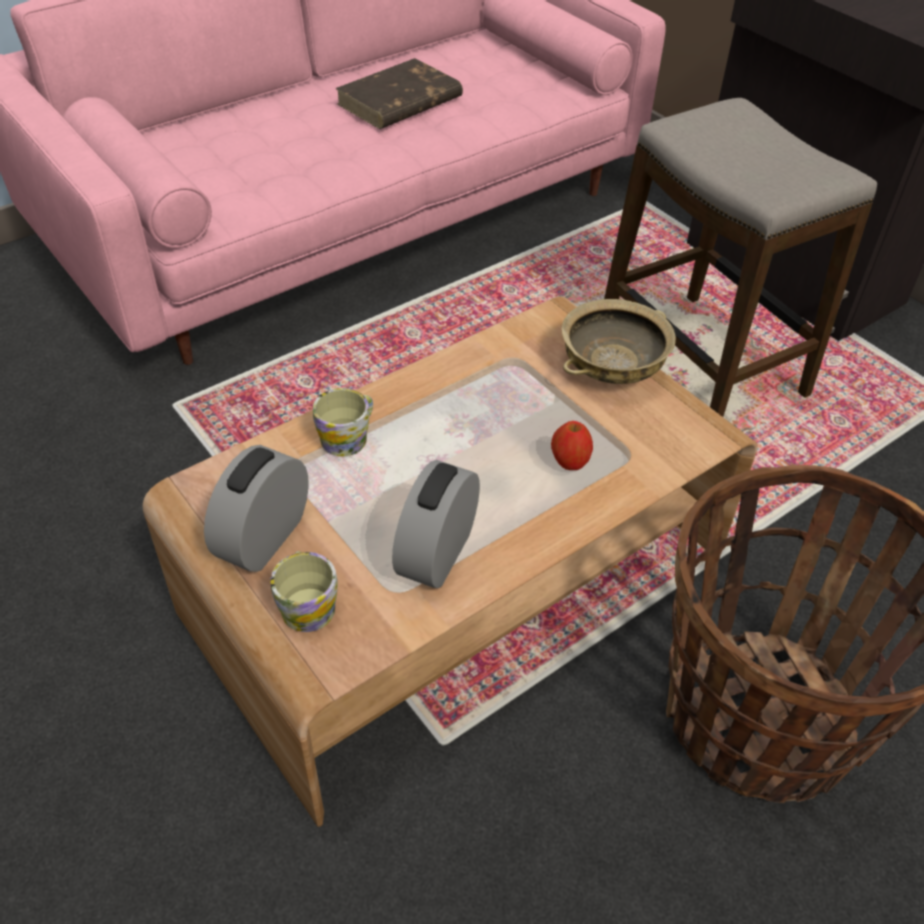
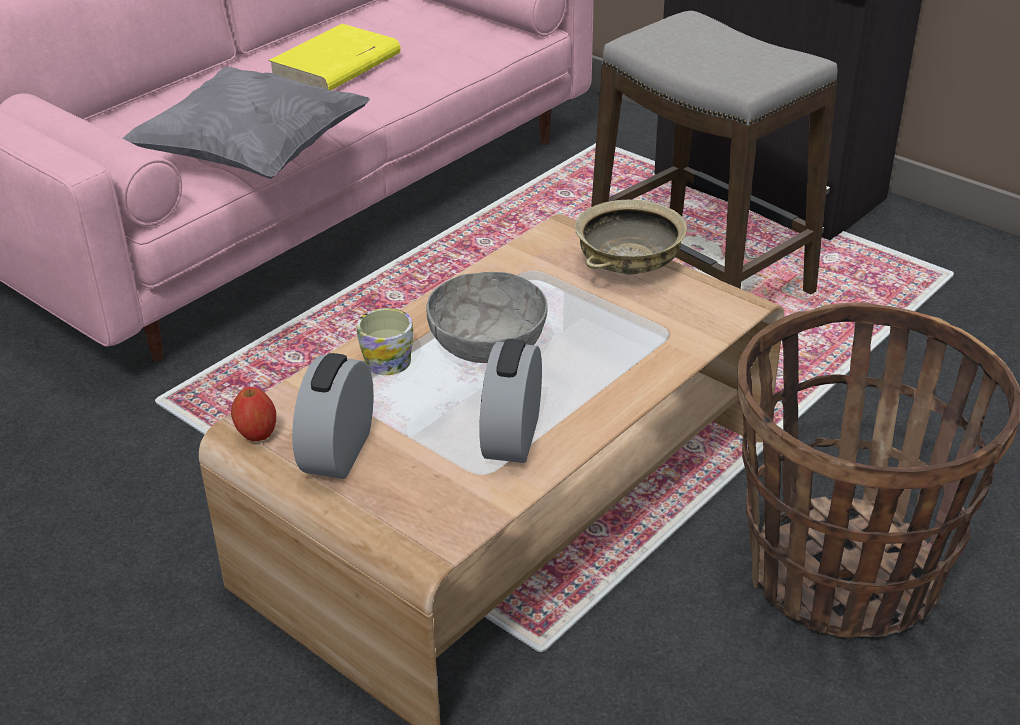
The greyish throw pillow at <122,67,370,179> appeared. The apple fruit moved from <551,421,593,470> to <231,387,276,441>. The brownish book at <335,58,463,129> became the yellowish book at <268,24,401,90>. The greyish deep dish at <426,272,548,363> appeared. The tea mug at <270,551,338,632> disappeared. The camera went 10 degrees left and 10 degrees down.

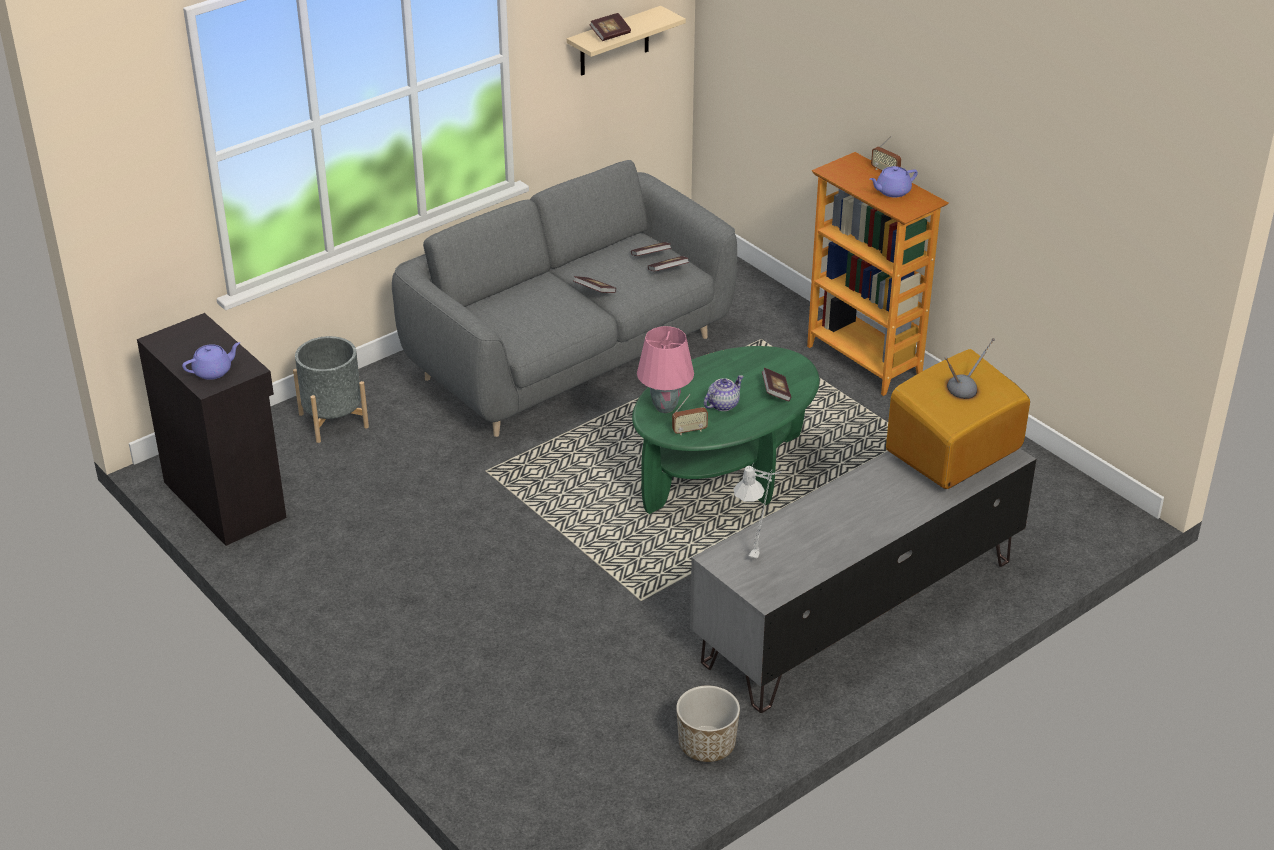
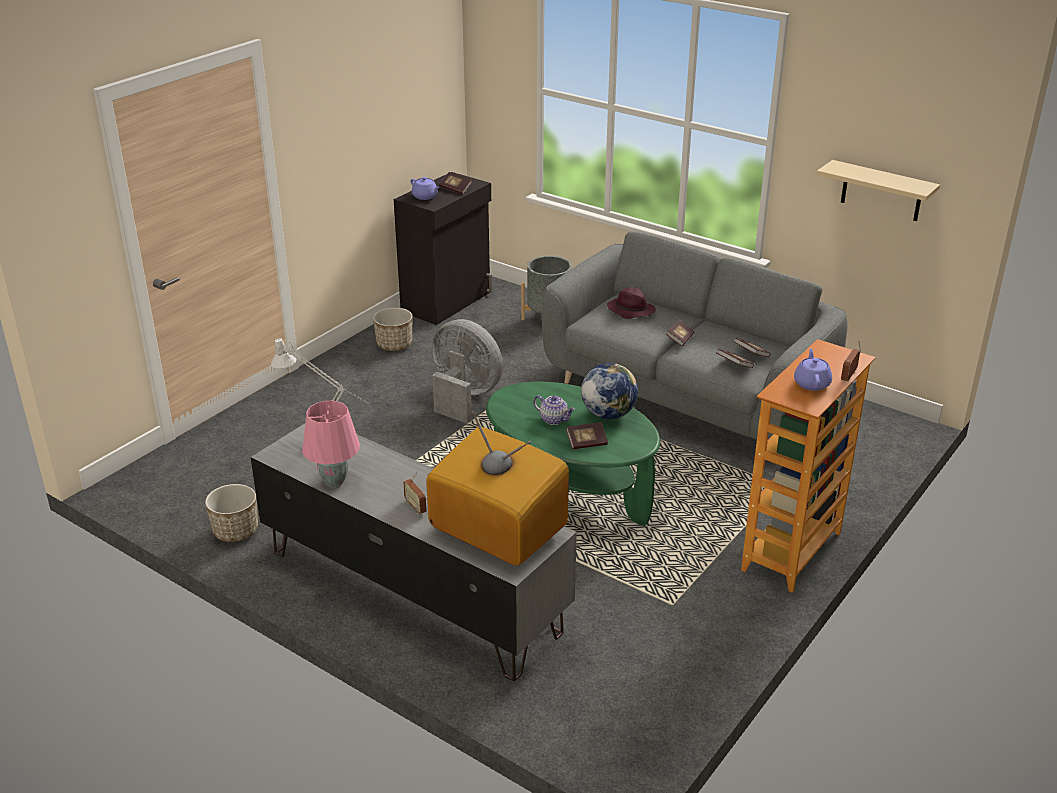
The pink-coloured table lamp moved from <637,326,694,413> to <302,401,360,488>. The plant pot at <373,307,412,351> appeared. The radio receiver moved from <672,394,708,435> to <403,471,427,514>. The greyish electric fan at <432,319,503,424> appeared. The book moved from <589,13,631,41> to <439,172,472,194>. The globe at <581,363,638,419> appeared. The purple-coloured clothing hat at <607,287,656,319> appeared. The purple-coloured pot for tea at <870,166,918,198> turned 45 degrees clockwise. The camera went 75 degrees right and 5 degrees down.

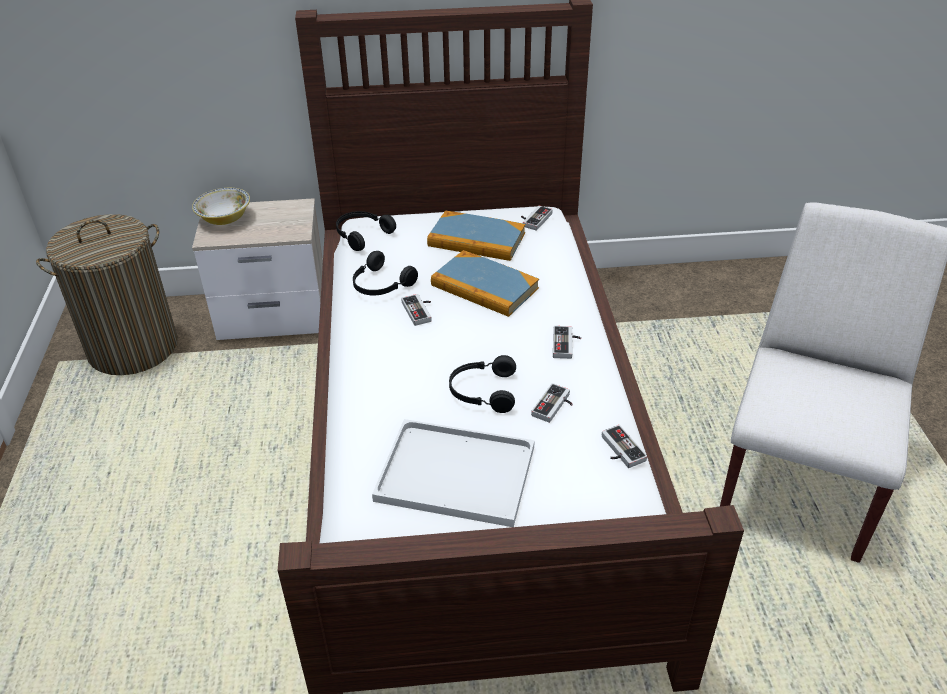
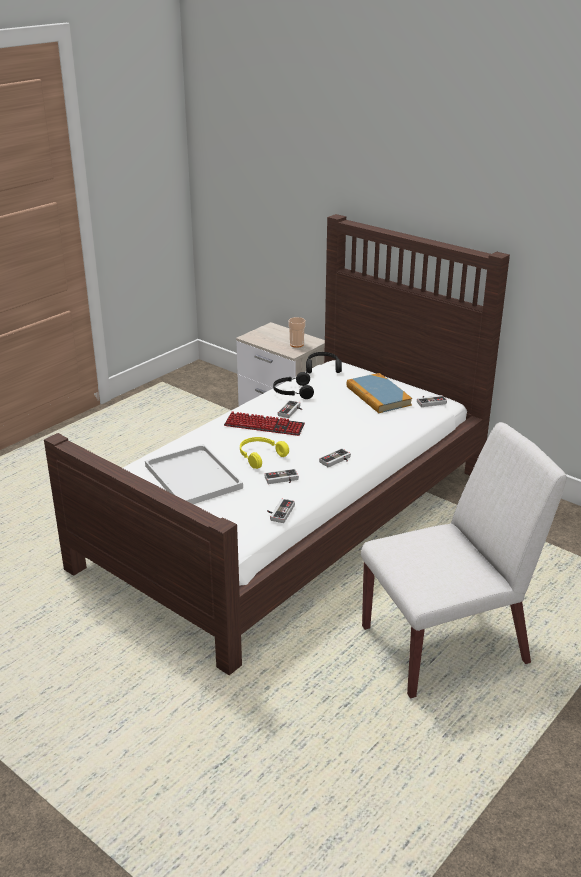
The computer keyboard at <224,412,305,436> appeared. The blackish headphones at <449,355,516,413> became the yellowish headphones at <240,437,289,469>. The drinking cup at <288,317,306,348> appeared. The washing basket at <36,214,178,375> disappeared. The deep dish at <192,188,250,225> disappeared. The book at <431,250,539,317> disappeared. The camera went 45 degrees right and 10 degrees down.

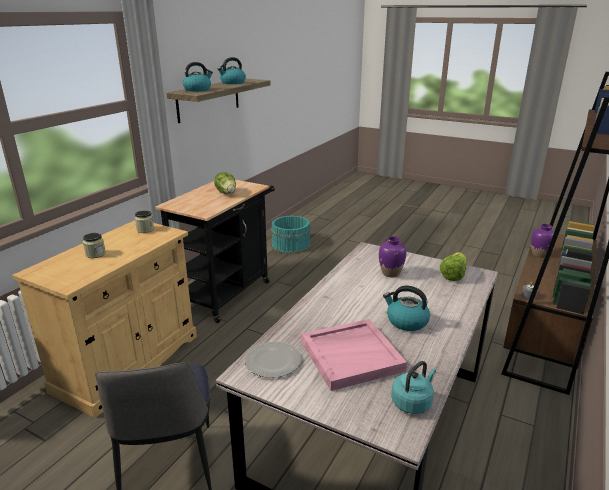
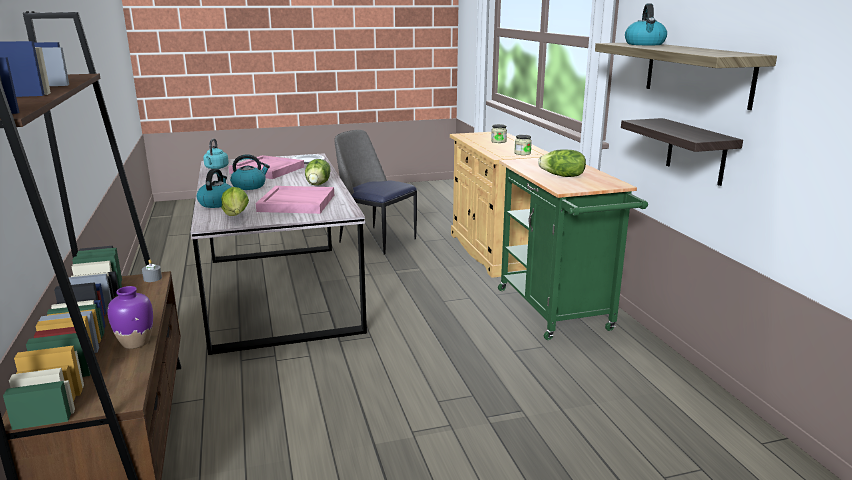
The water kettle moved from <218,57,246,84> to <197,169,231,208>. The purple-coloured flower vase at <379,236,406,277> was replaced by the pink-coloured tray at <256,186,334,214>. The lettuce head at <305,159,331,185> appeared. The blackish trolley at <155,180,275,323> became the greenish trolley at <498,158,648,340>. The bracket shelf at <621,118,743,186> appeared. The blue-green pail at <271,216,311,254> disappeared. The camera went 135 degrees right and 5 degrees down.

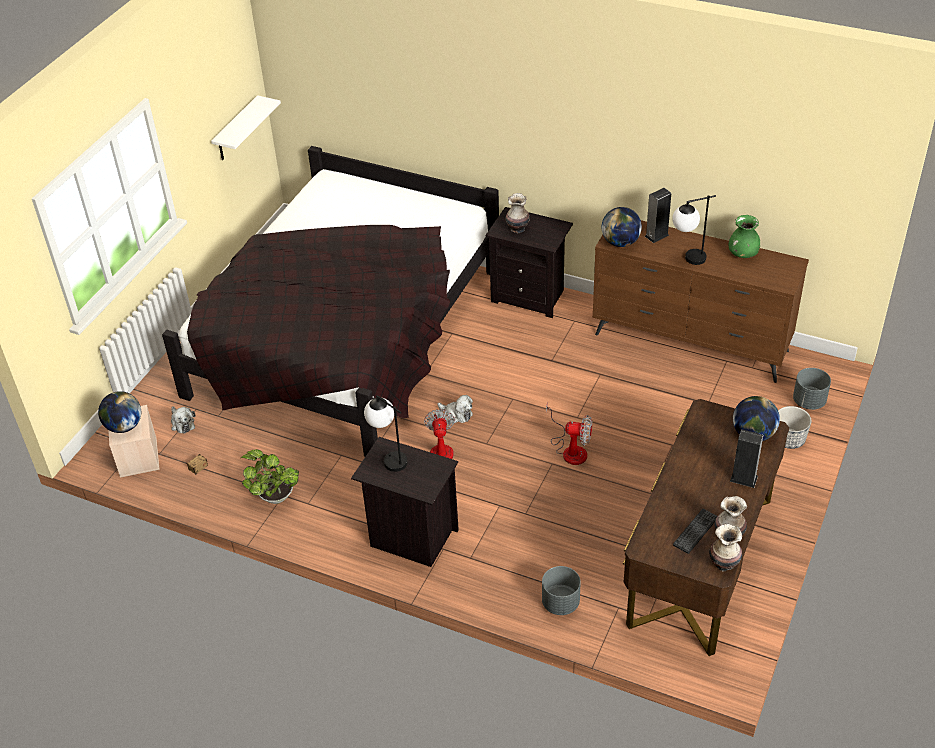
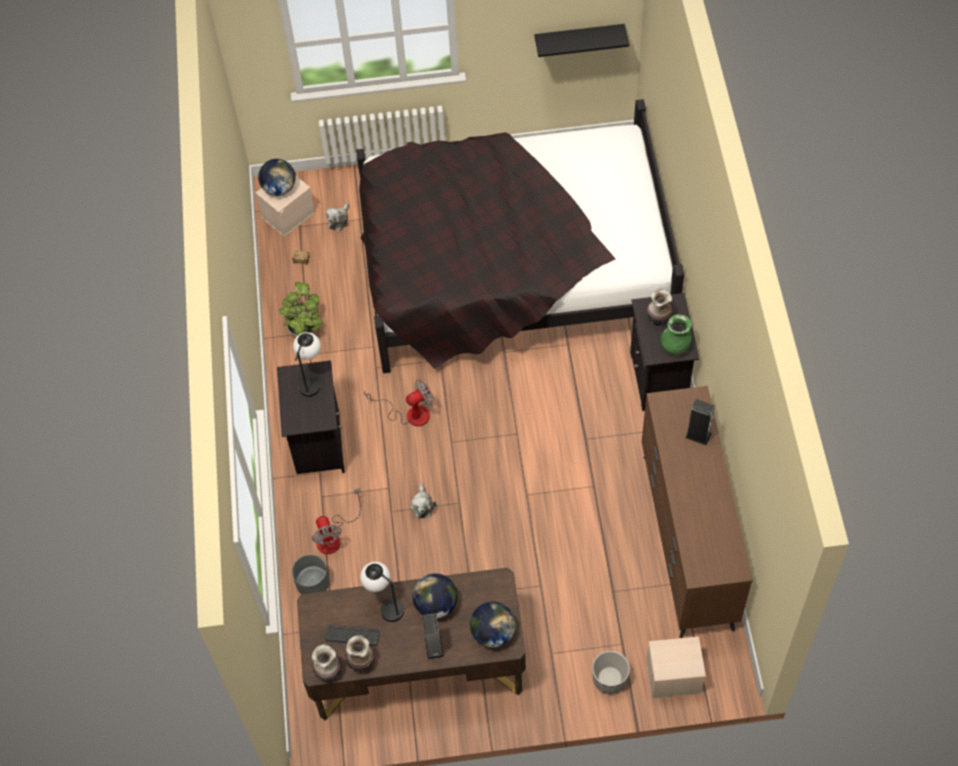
The electric fan moved from <546,402,592,465> to <312,488,361,554>. The table lamp moved from <672,195,716,265> to <360,562,404,622>. The cuddly toy moved from <437,395,473,423> to <410,482,436,518>. The globe moved from <602,207,642,247> to <412,573,458,619>. The white bracket shelf at <211,95,281,160> became the blackish bracket shelf at <534,24,629,57>. The greyish plant pot at <793,368,831,410> was replaced by the beige-coloured storage container at <646,637,706,699>. The greenish flower vase moved from <729,215,760,258> to <660,314,692,355>. The camera went 60 degrees right and 15 degrees up.

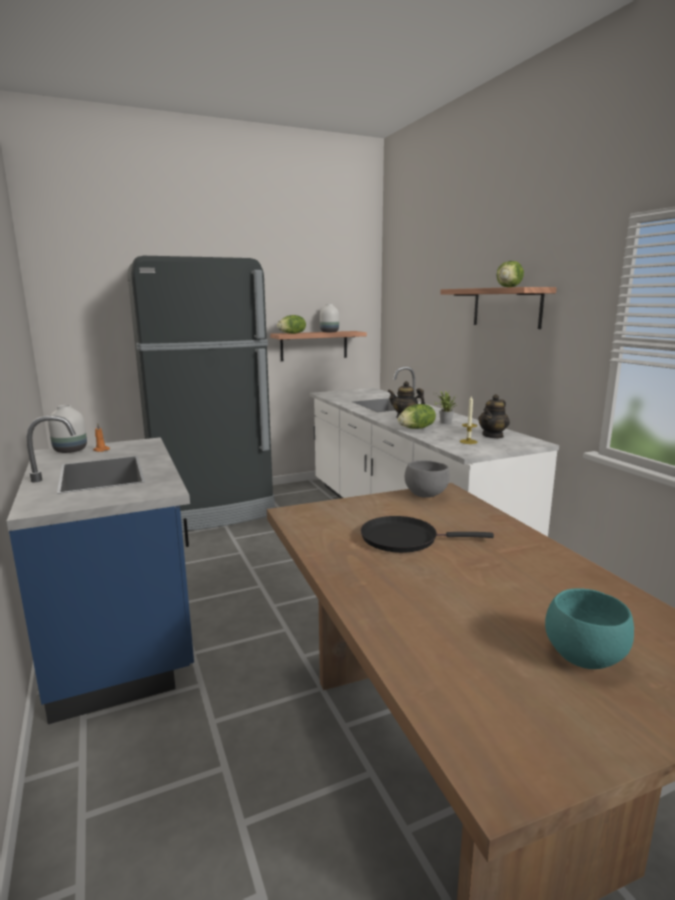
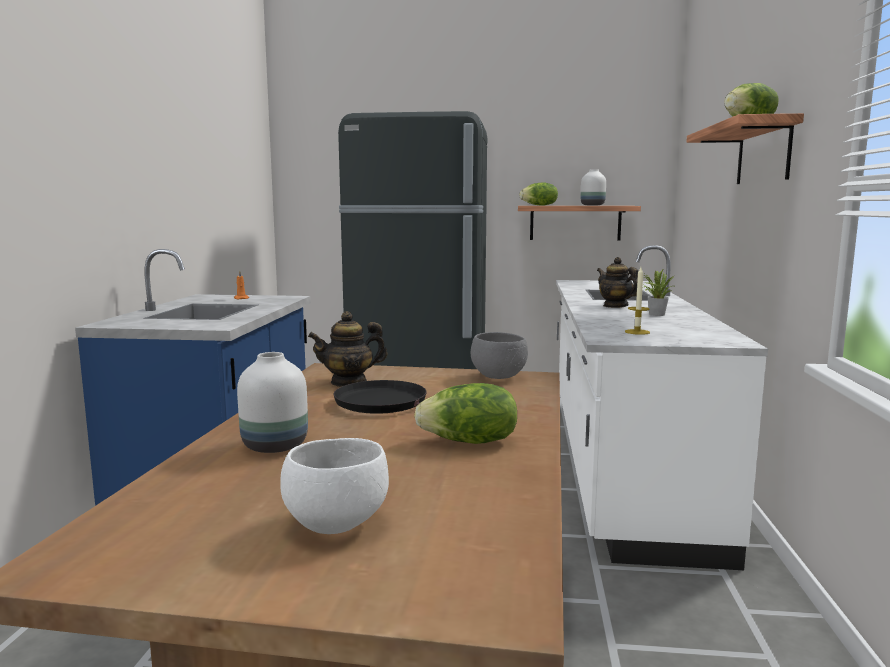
The white flower vase moved from <48,405,87,453> to <237,352,308,453>. The blue-green deep dish at <545,588,634,669> became the white deep dish at <280,438,389,534>. The pot for tea moved from <478,394,510,439> to <308,311,387,387>. The lettuce head moved from <398,404,436,429> to <414,383,517,444>. The camera went 30 degrees right and 5 degrees down.

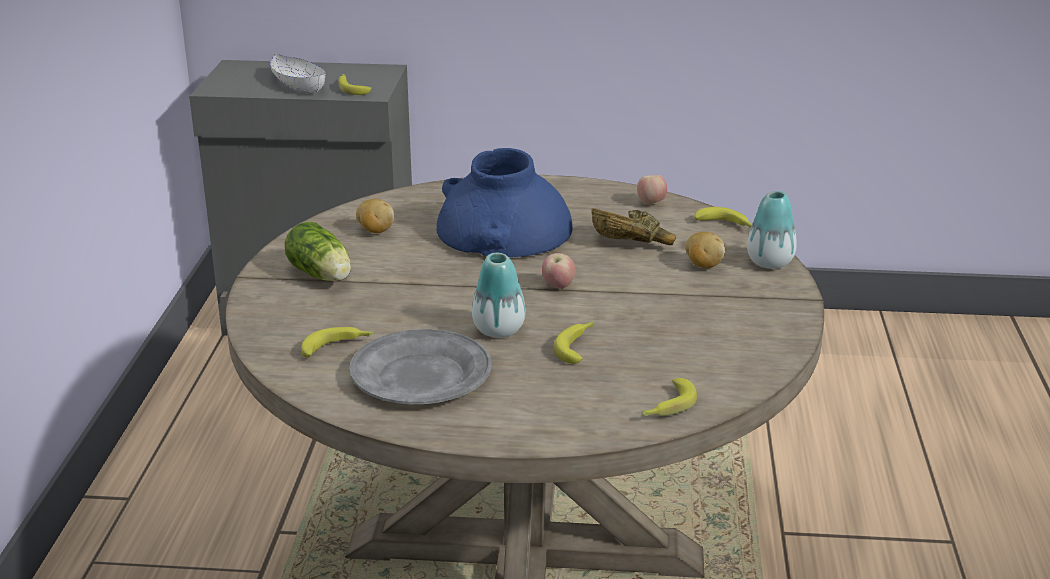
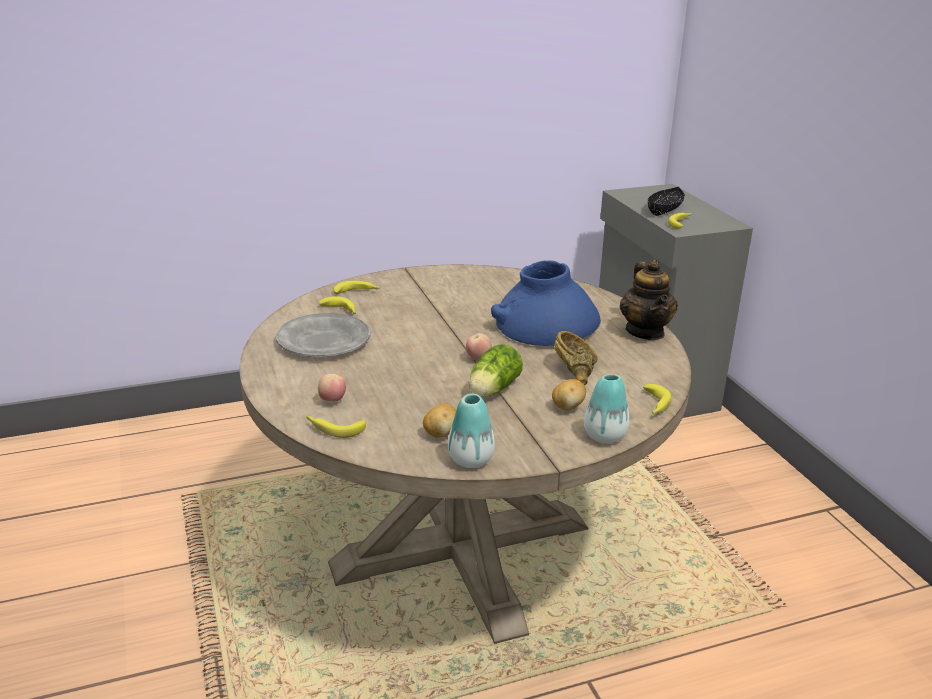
The apple fruit moved from <637,175,667,205> to <318,374,346,402>. The whole banana moved from <553,321,593,364> to <333,281,380,294>. The whole potato moved from <356,199,394,233> to <423,404,456,438>. The flower vase moved from <472,253,525,338> to <448,394,495,468>. The lettuce head moved from <285,221,351,281> to <469,344,523,397>. The pot for tea at <620,259,678,340> appeared. The white deep dish at <270,53,326,93> became the blackish deep dish at <648,186,685,216>. The camera went 65 degrees right and 0 degrees up.

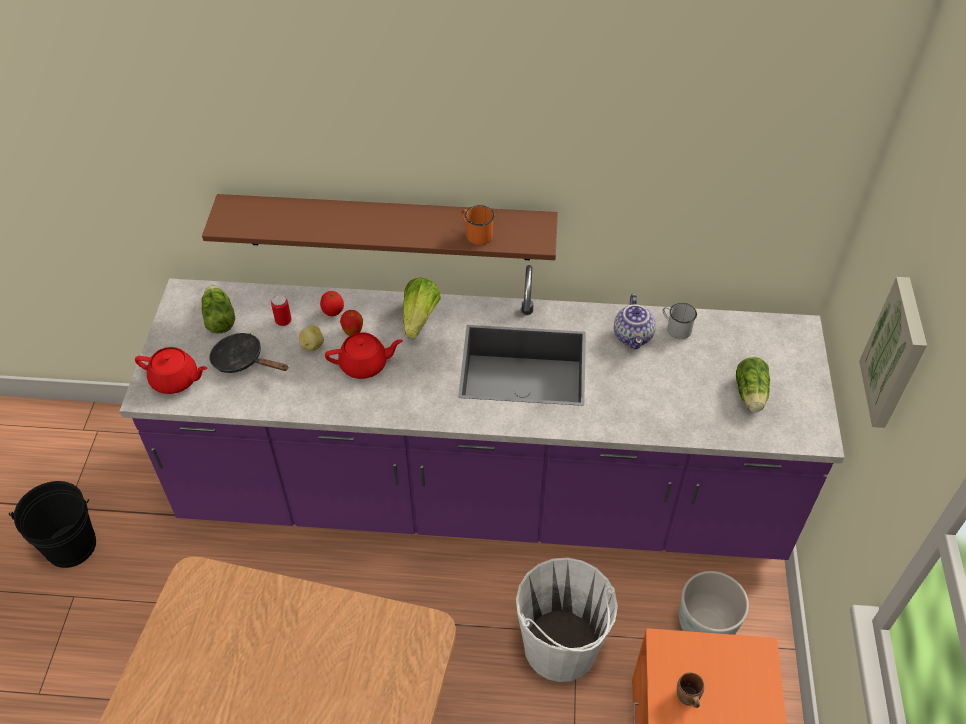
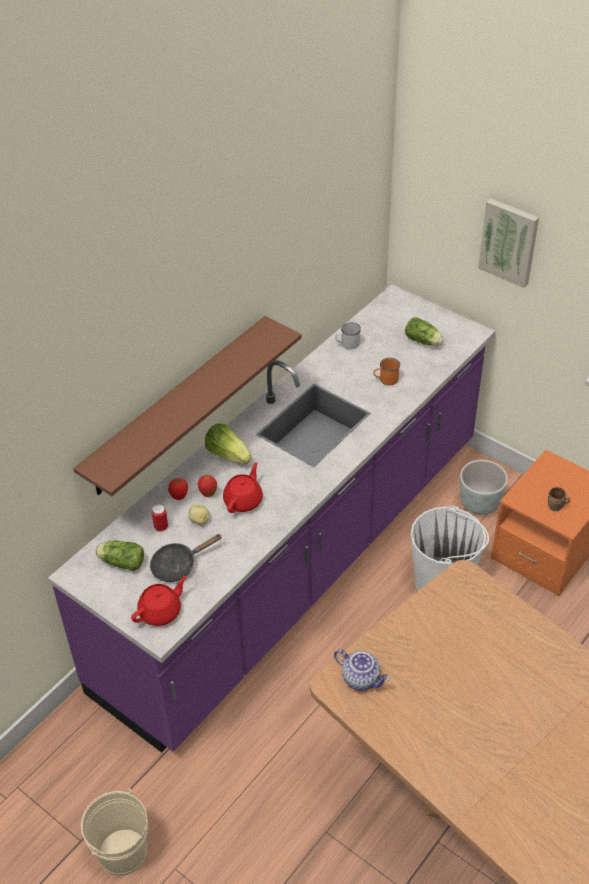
The blackish pail at <9,481,96,568> became the beige-coloured pail at <81,788,148,876>. The pot for tea moved from <614,294,656,350> to <334,649,390,691>. The orangey tea mug moved from <462,205,494,245> to <373,358,400,385>. The camera went 55 degrees left and 5 degrees down.

